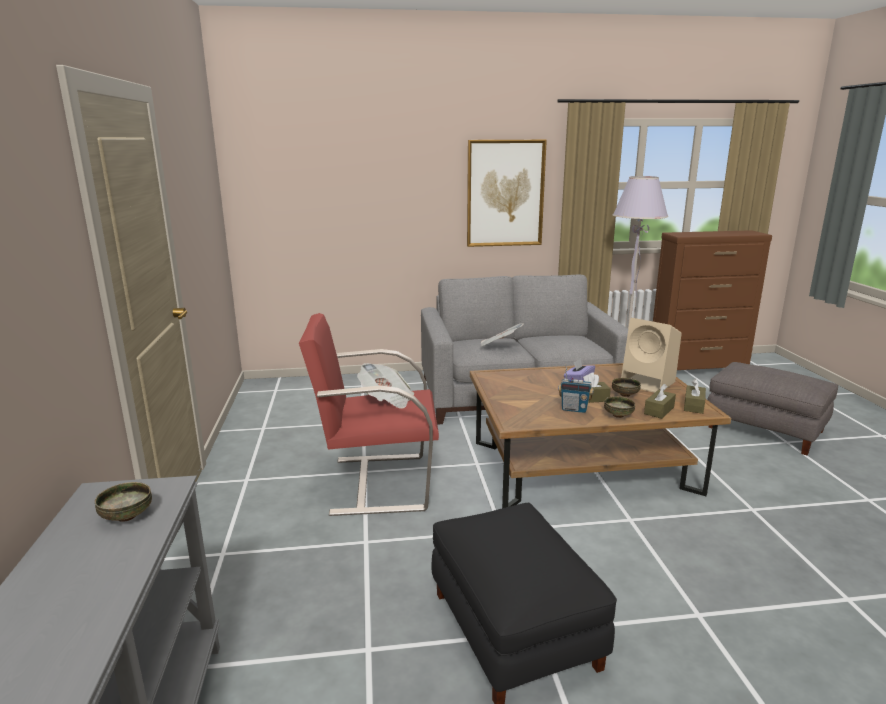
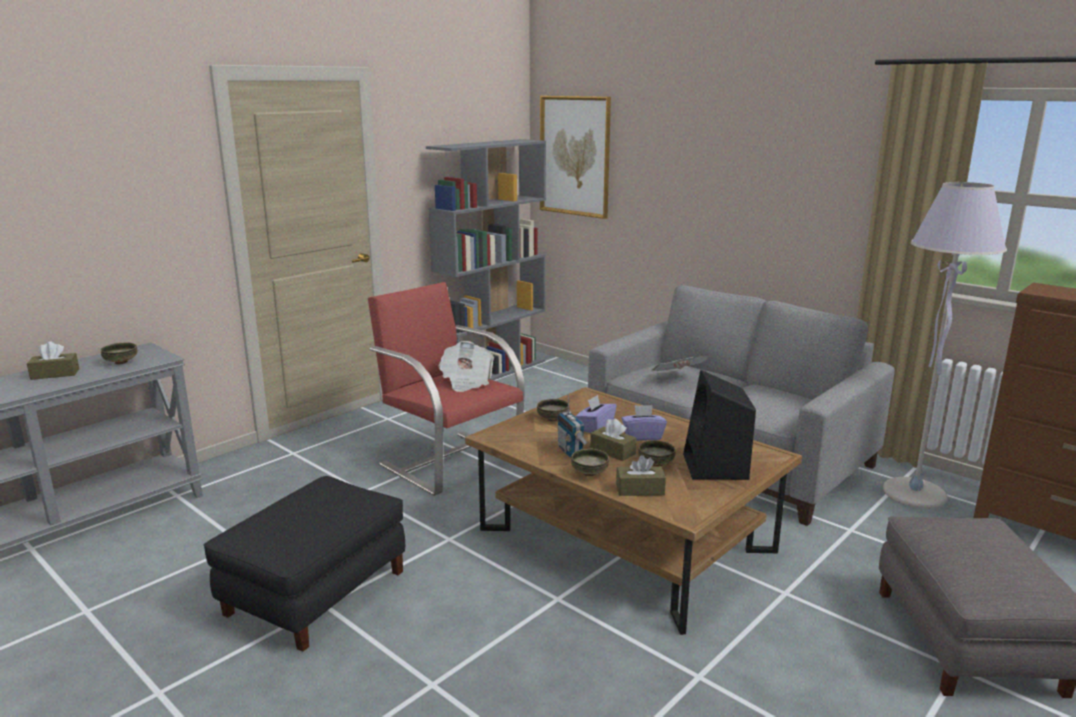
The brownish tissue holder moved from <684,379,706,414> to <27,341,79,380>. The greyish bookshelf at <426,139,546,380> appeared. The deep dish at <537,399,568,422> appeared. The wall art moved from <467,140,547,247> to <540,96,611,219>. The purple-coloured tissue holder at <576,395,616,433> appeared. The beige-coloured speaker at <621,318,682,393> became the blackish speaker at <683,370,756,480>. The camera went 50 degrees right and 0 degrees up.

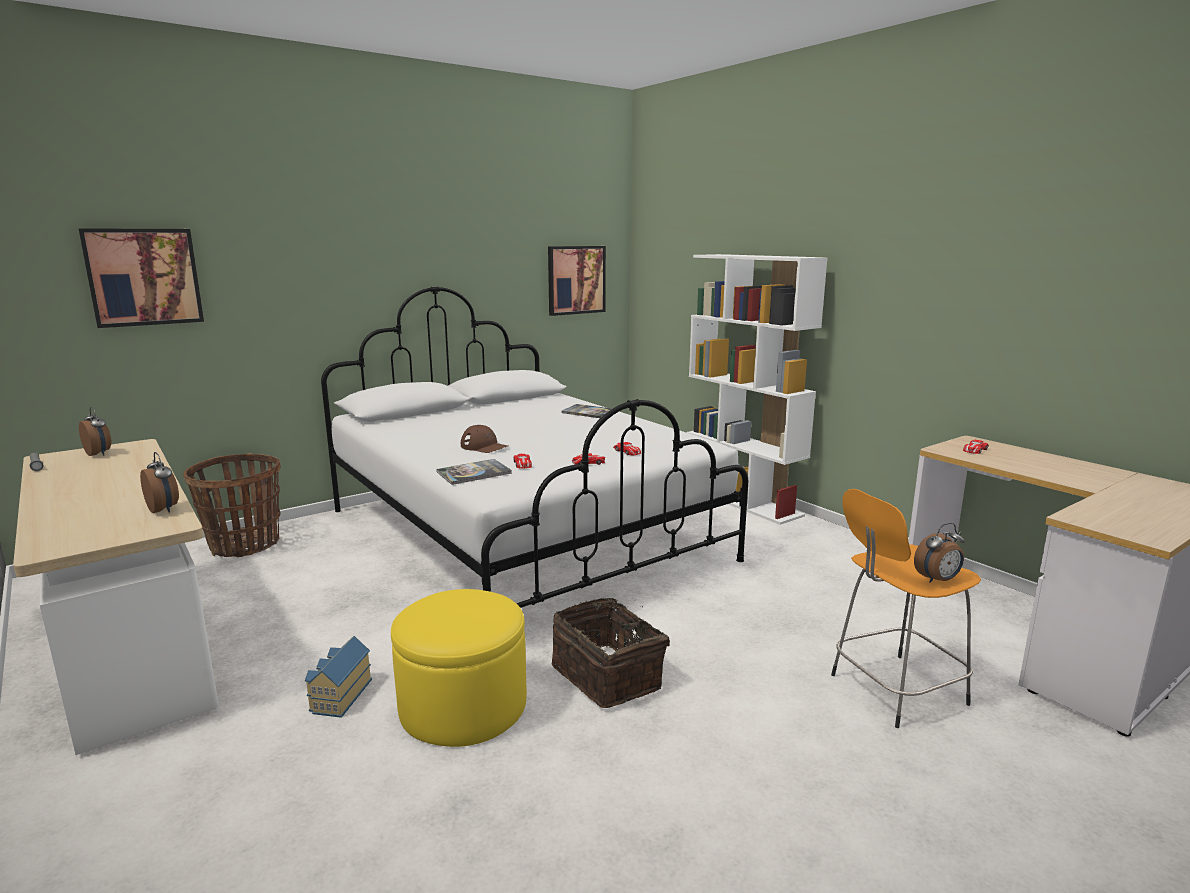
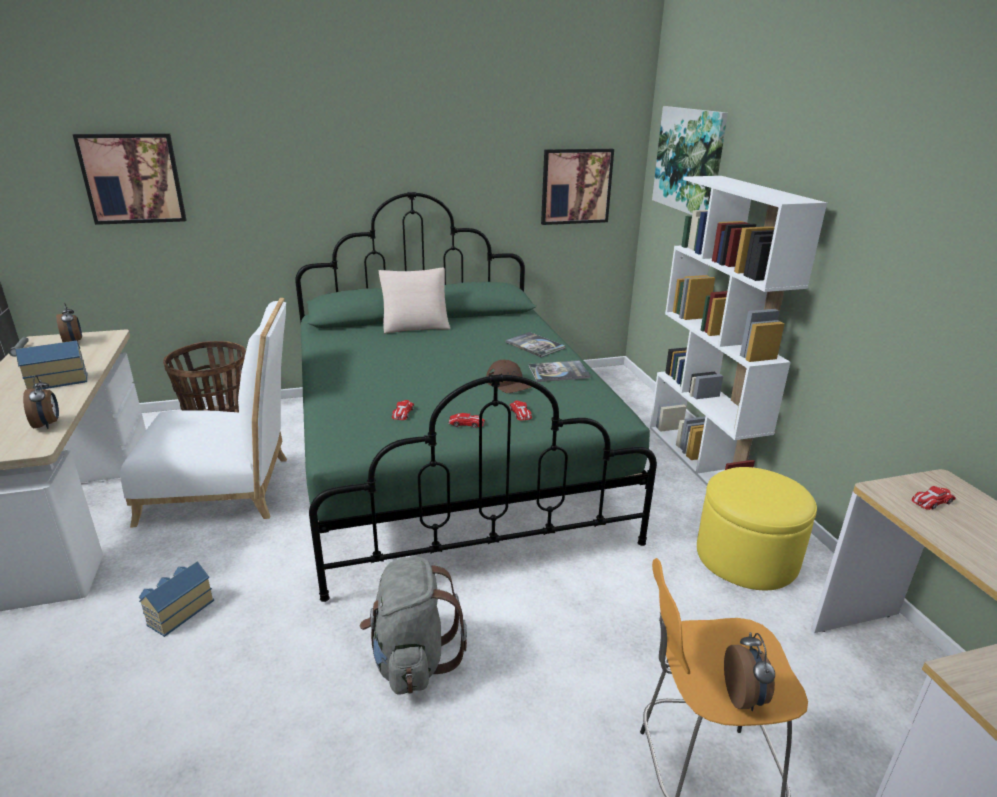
The model house at <15,341,87,390> appeared. The white chair at <120,298,287,528> appeared. The white bedroom bed at <321,286,748,608> became the greenish bedroom bed at <295,192,657,602>. The storage basket at <552,598,670,708> was replaced by the greyish backpack at <360,557,467,695>. The beige-coloured throw pillow at <379,268,450,333> appeared. The brownish peaked cap moved from <461,425,508,453> to <486,360,531,393>. The book moved from <436,459,512,485> to <528,360,591,382>. The wall art at <652,106,728,215> appeared. The yellowish ottoman moved from <391,589,527,747> to <697,467,817,590>. The alarm clock at <914,523,965,583> turned 90 degrees counterclockwise. The camera went 20 degrees right and 10 degrees up.

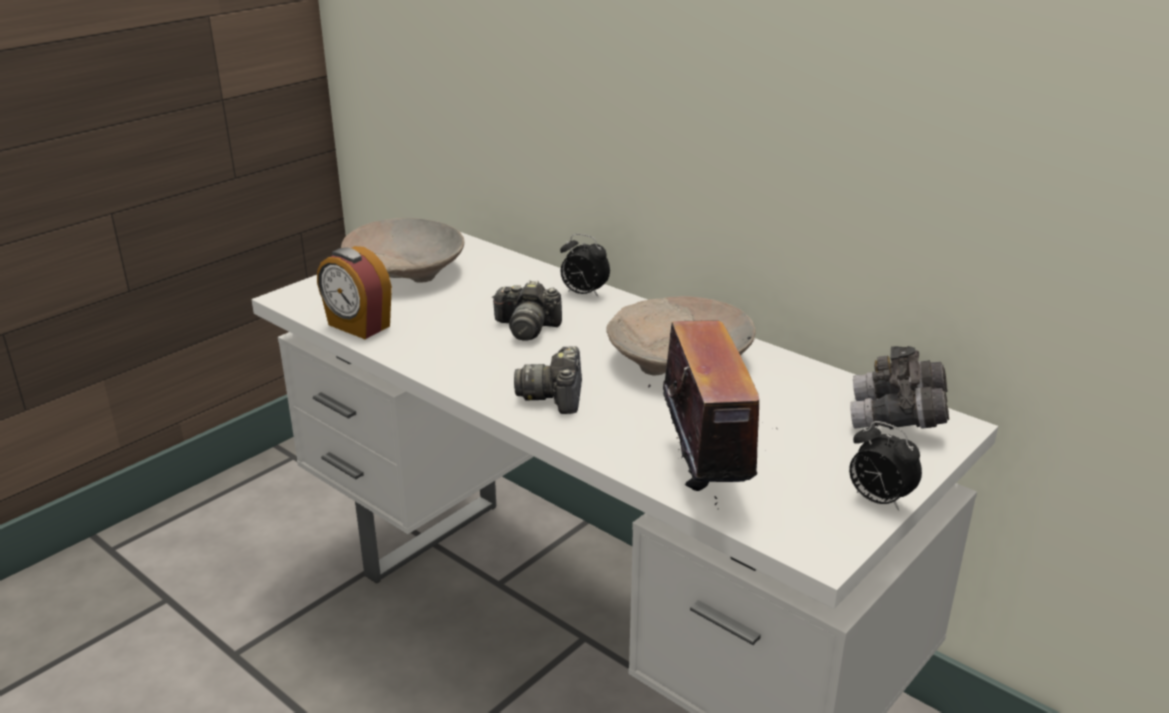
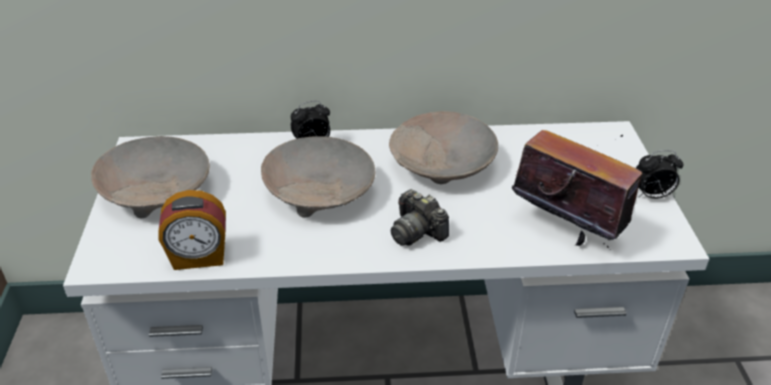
The photo camera at <492,280,562,340> was replaced by the beige-coloured deep dish at <261,136,375,218>. The greyish binoculars at <850,346,949,429> disappeared. The camera went 45 degrees left and 10 degrees up.

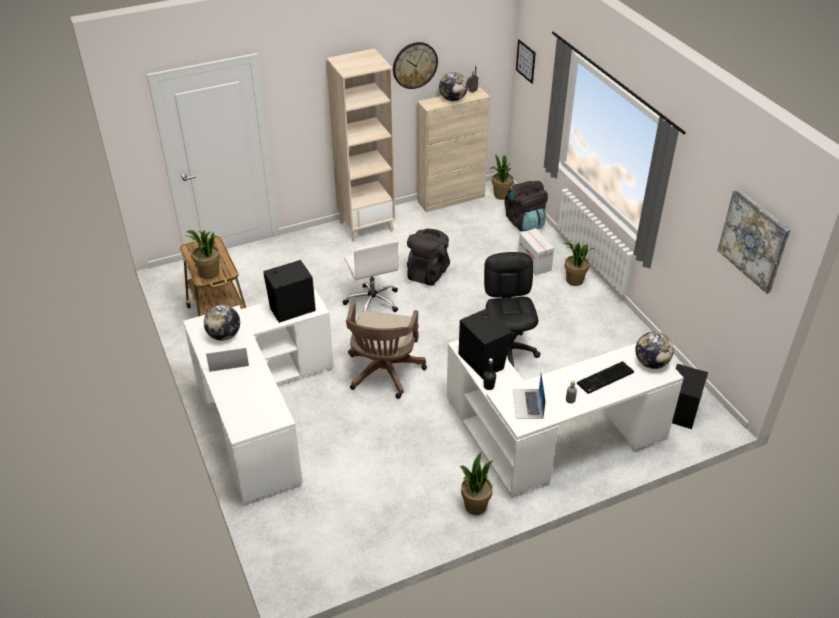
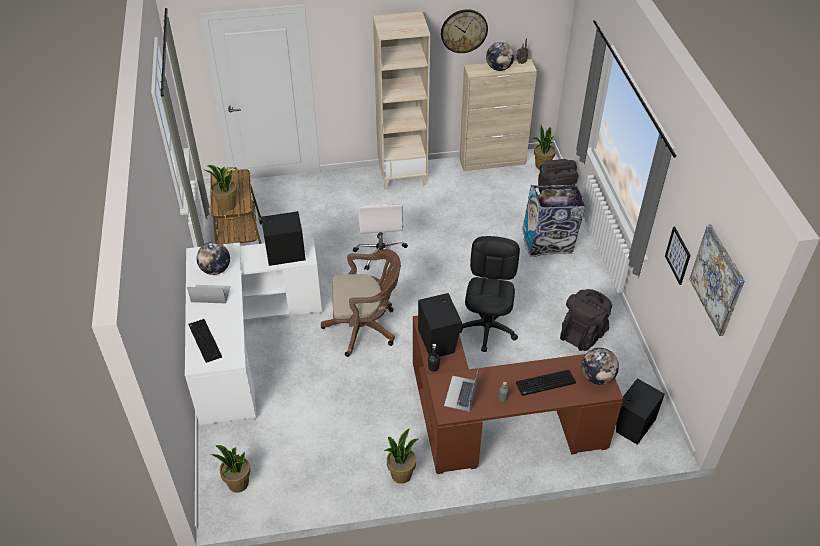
The computer keyboard at <188,319,222,363> appeared. The plant in a pot moved from <564,242,595,286> to <211,445,251,493>. The brownish desk chair at <346,302,427,399> turned 120 degrees counterclockwise. The white desk unit at <446,340,684,498> became the brownish desk unit at <413,316,623,474>. The carton at <518,228,554,275> was replaced by the rubbish bin at <522,184,585,257>. The blackish backpack moved from <407,229,450,286> to <560,289,612,351>. The wall art moved from <516,39,536,84> to <665,226,691,285>. The camera went 15 degrees right and 5 degrees up.

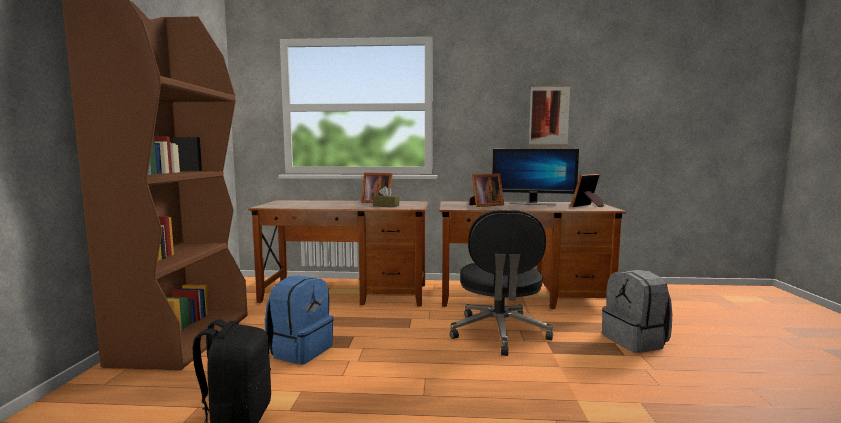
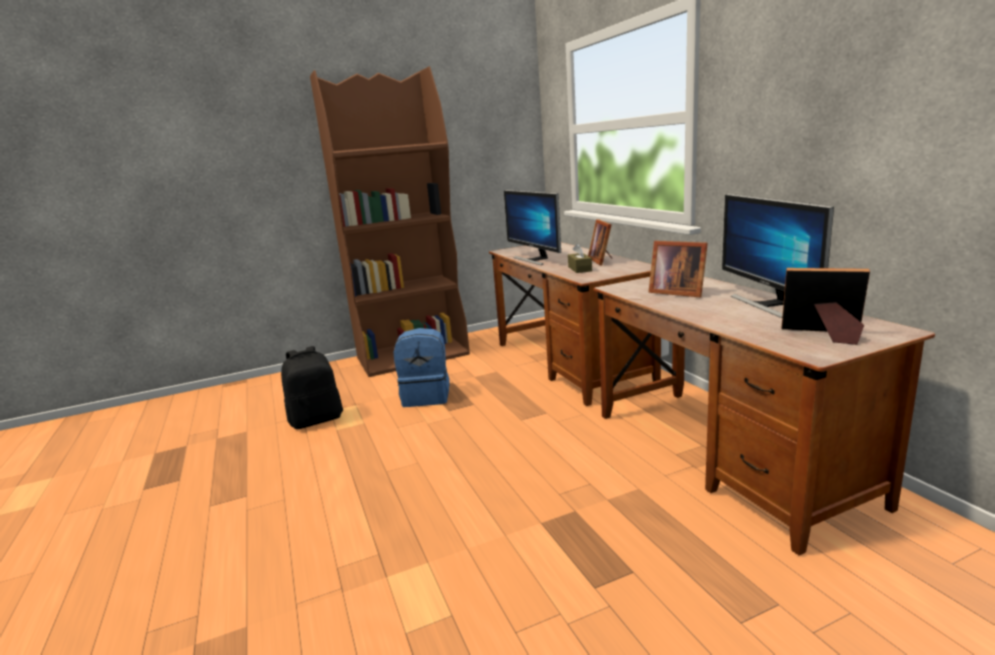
The computer display at <504,190,561,265> appeared. The blackish desk chair at <450,210,553,356> disappeared. The wall art at <529,85,570,145> disappeared. The greyish backpack at <602,270,672,353> disappeared. The camera went 65 degrees right and 10 degrees up.

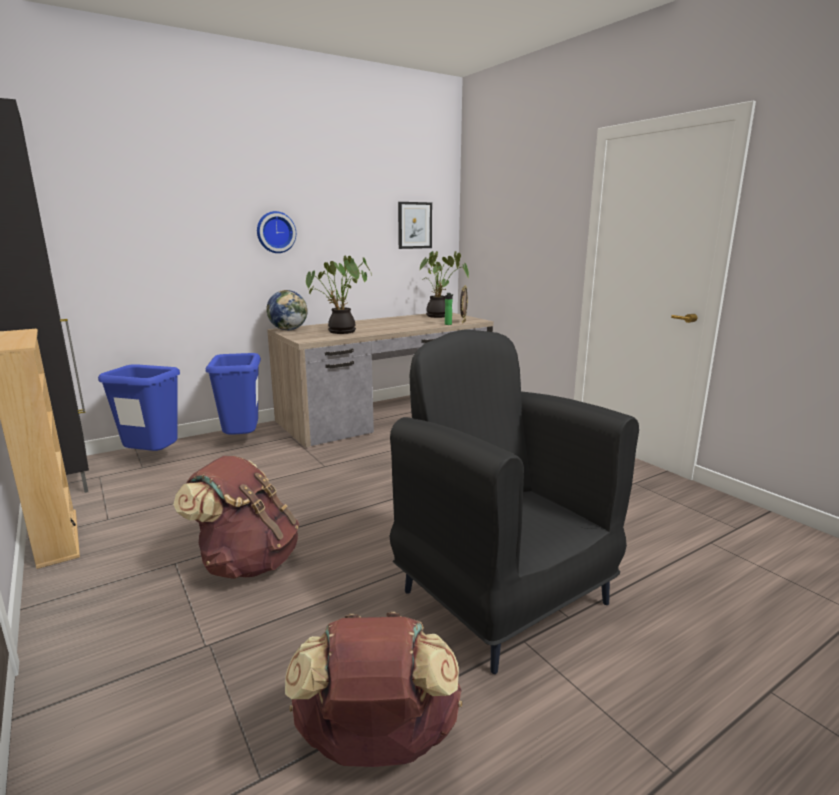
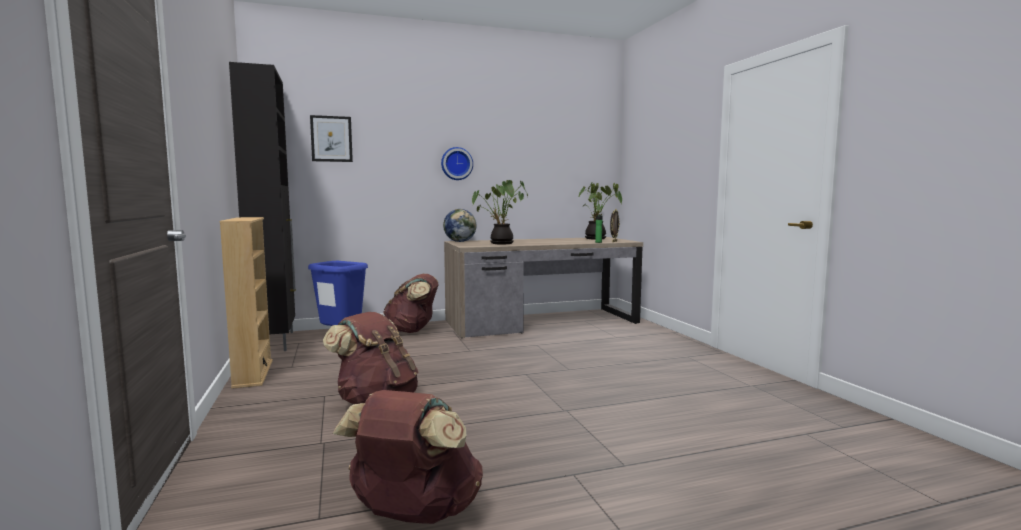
The wall art moved from <398,202,432,249> to <310,115,353,162>. The blue rubbish bin at <206,353,261,435> was replaced by the brownish backpack at <383,274,439,333>. The blackish armchair at <390,329,639,674> disappeared. The camera went 15 degrees right and 10 degrees down.

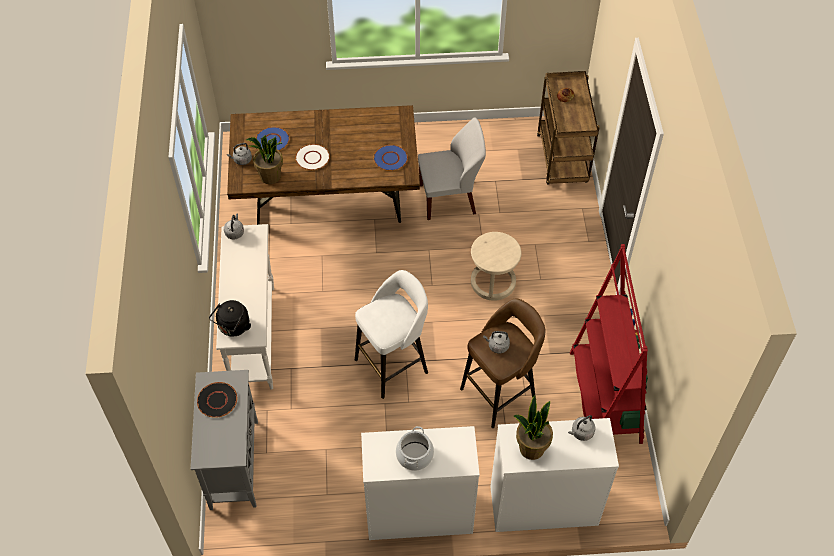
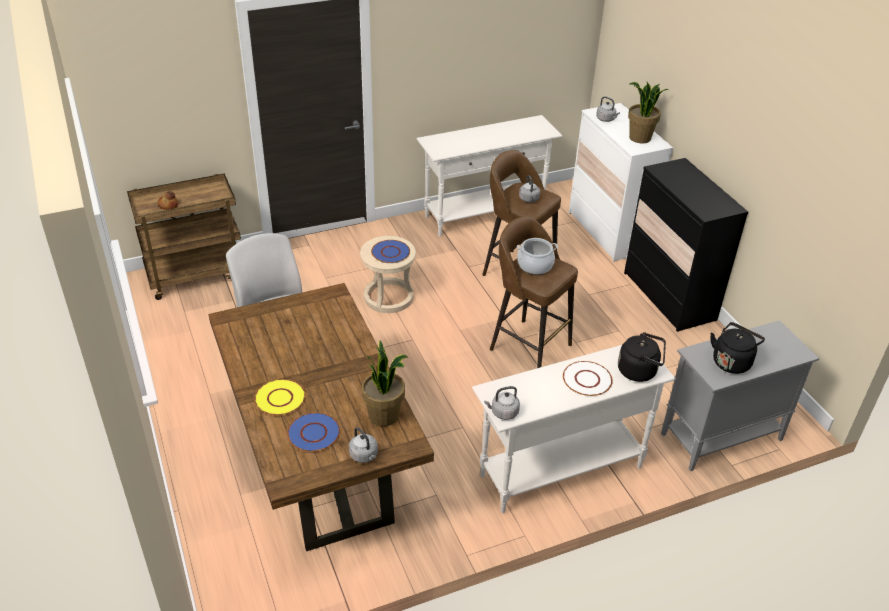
The yellowish plate at <254,379,306,415> appeared. The blue plate moved from <373,145,408,171> to <371,240,410,263>. The red bookshelf at <570,244,648,444> was replaced by the white console table at <417,115,562,236>. The white sitting stool at <355,270,428,399> became the brownish sitting stool at <490,216,578,368>. The cooking pot moved from <396,426,434,471> to <517,238,558,275>. The white plate moved from <295,144,330,170> to <563,361,613,396>. The white dresser at <361,426,480,540> became the blackish dresser at <624,158,748,332>. The blackish plate at <197,382,237,418> was replaced by the blackish water kettle at <710,322,765,374>. The camera went 110 degrees left and 15 degrees down.

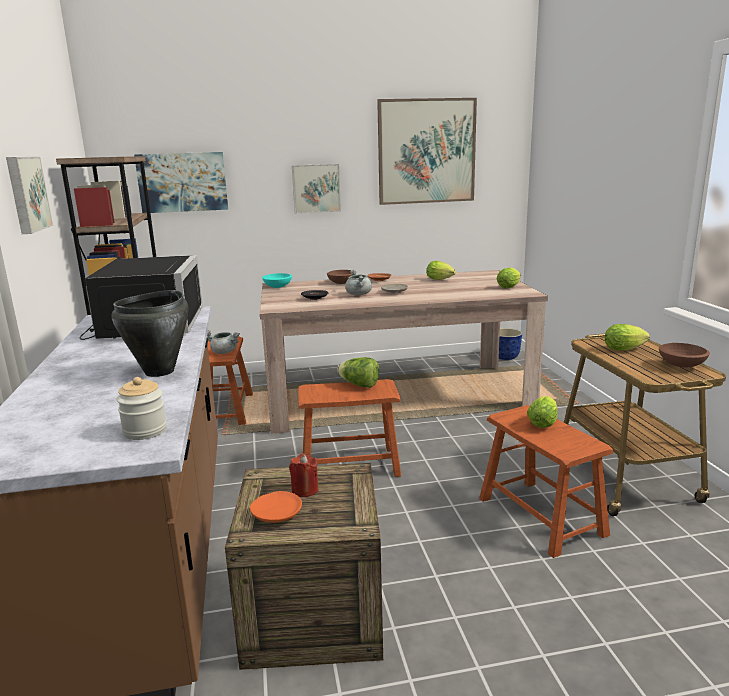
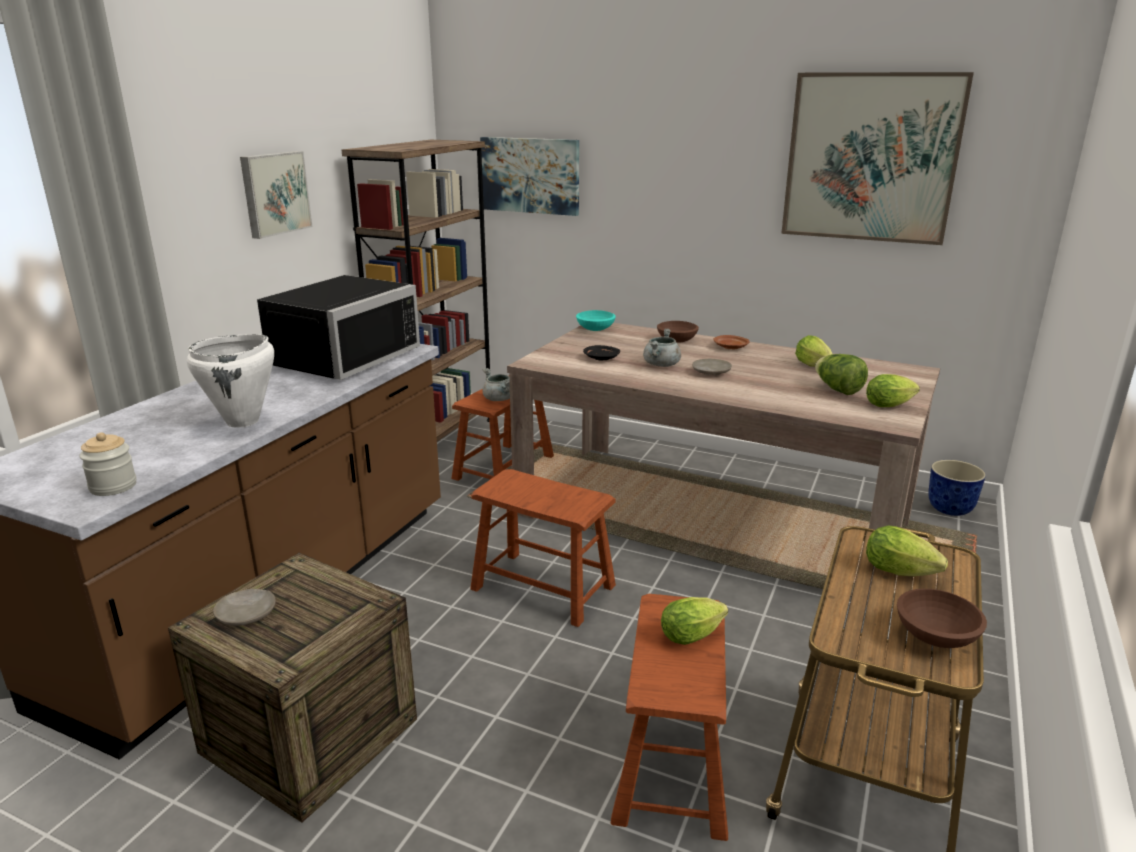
The blackish cooking pot at <111,290,189,377> became the white cooking pot at <187,334,274,427>. The orangey plate at <250,491,302,523> became the beige-coloured plate at <213,589,276,626>. The lettuce head moved from <337,357,379,388> to <815,354,868,395>. The red candle at <289,454,319,497> disappeared. The wall art at <292,164,341,214> disappeared. The camera went 35 degrees right and 5 degrees up.

